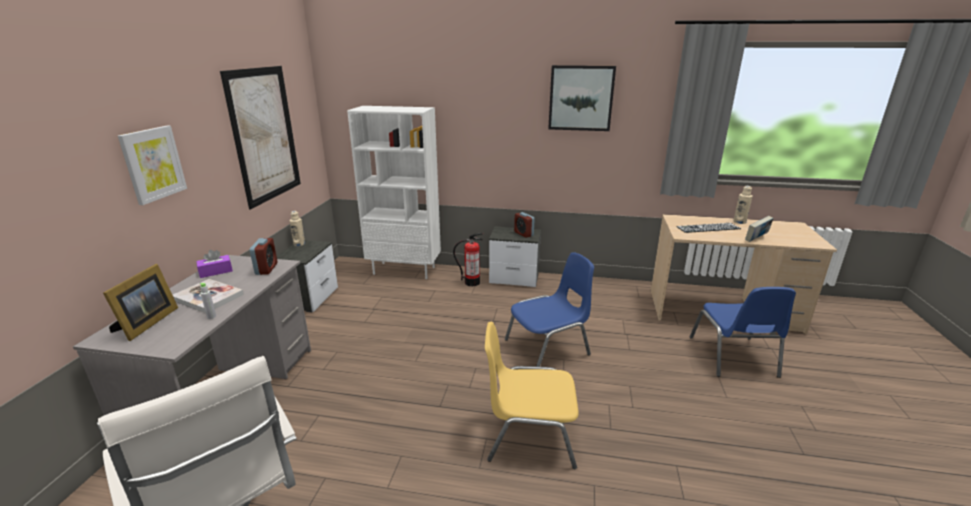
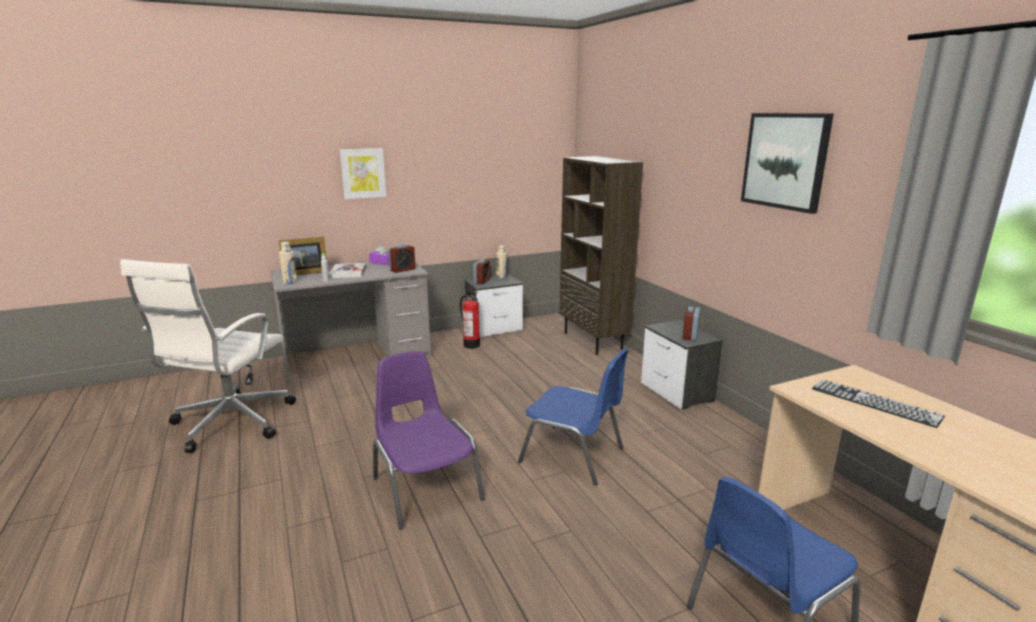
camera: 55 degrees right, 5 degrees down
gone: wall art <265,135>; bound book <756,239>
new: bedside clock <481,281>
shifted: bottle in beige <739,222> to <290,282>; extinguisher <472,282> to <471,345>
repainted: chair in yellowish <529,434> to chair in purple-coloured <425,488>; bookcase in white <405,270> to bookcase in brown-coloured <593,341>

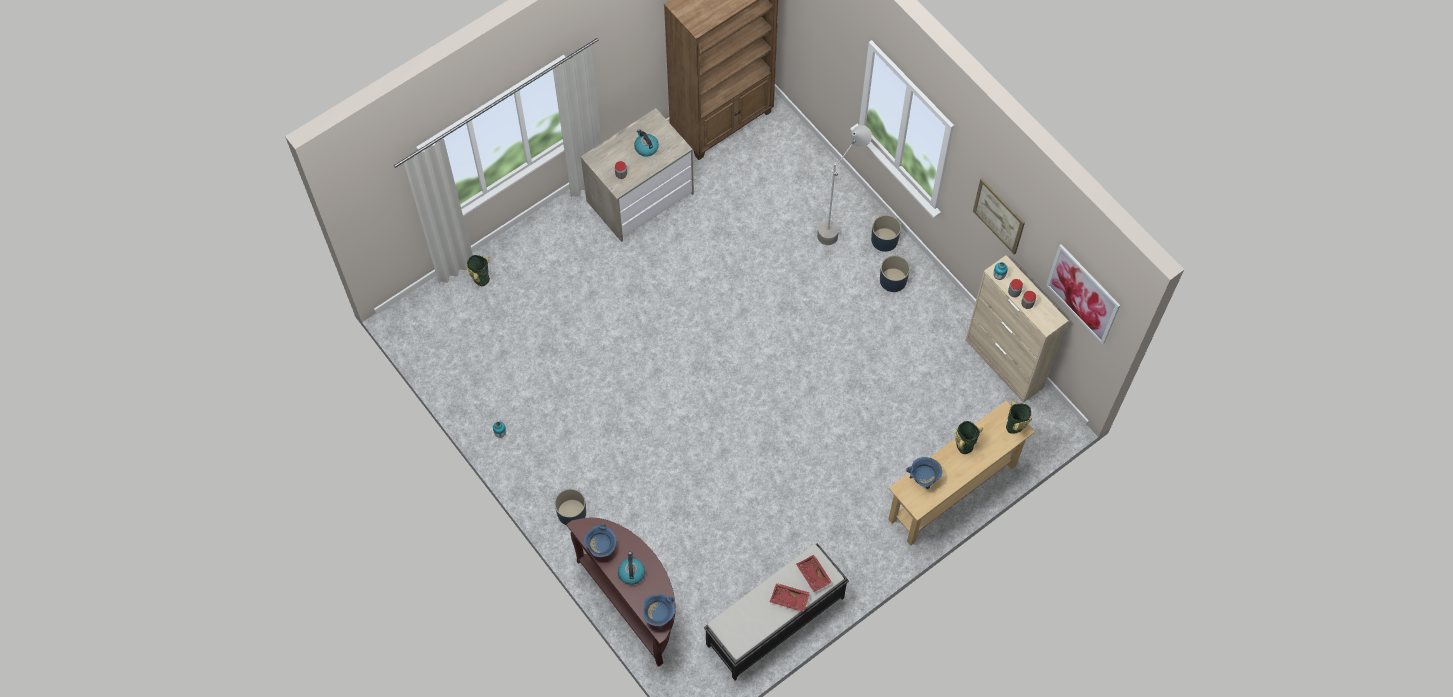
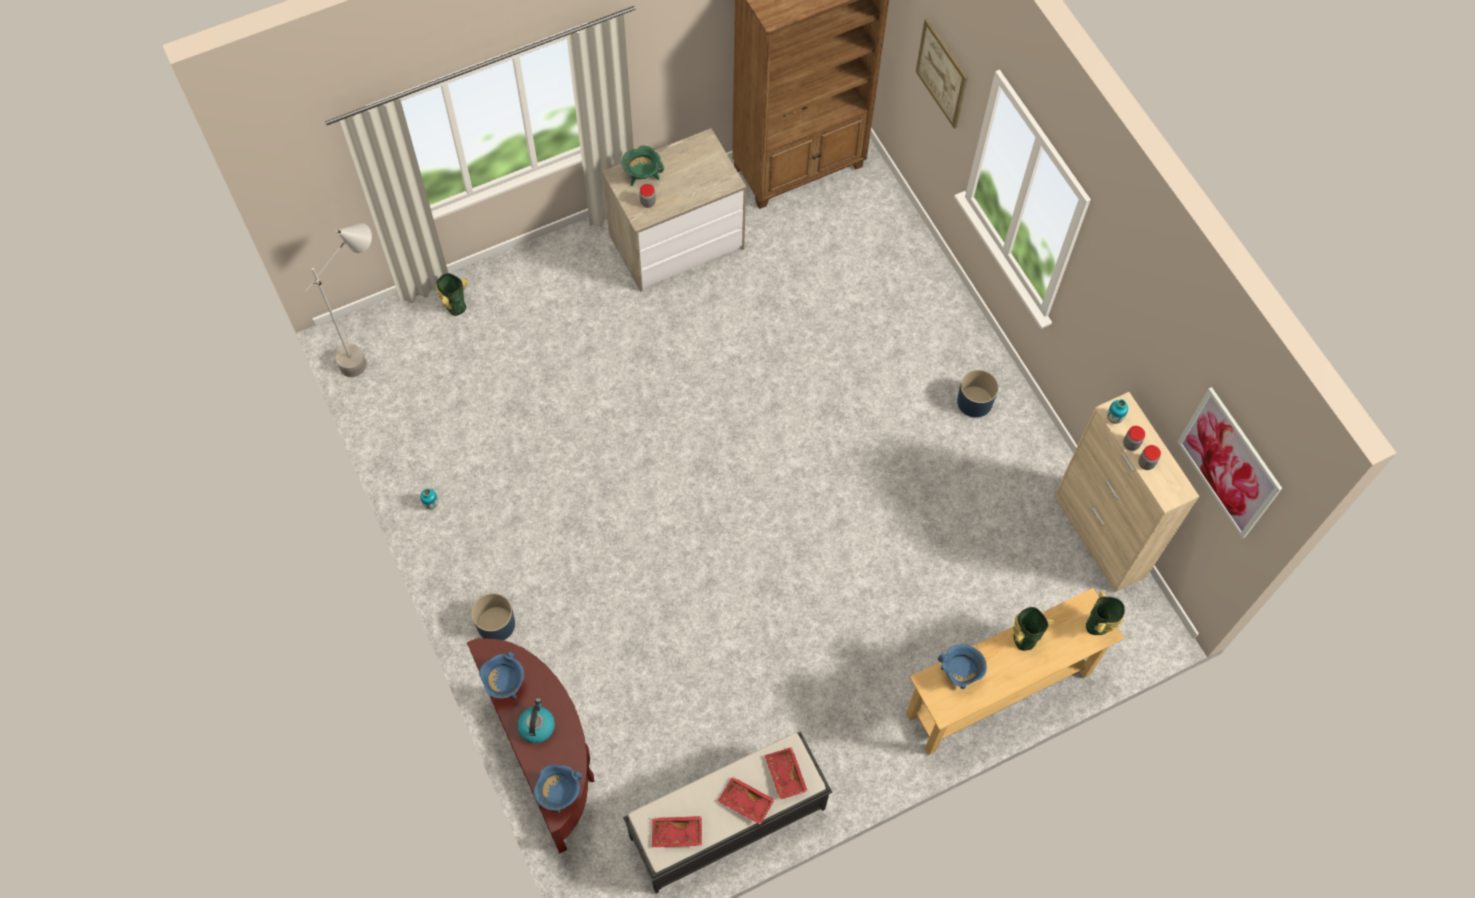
camera: 10 degrees right, 0 degrees up
gone: tea kettle <646,147>; flower pot in blue-coloured <884,240>
new: stockpot in green <642,176>; tray in red-coloured <676,834>
shifted: standing lamp in grey <838,224> to <372,352>; wall art <999,216> to <942,73>

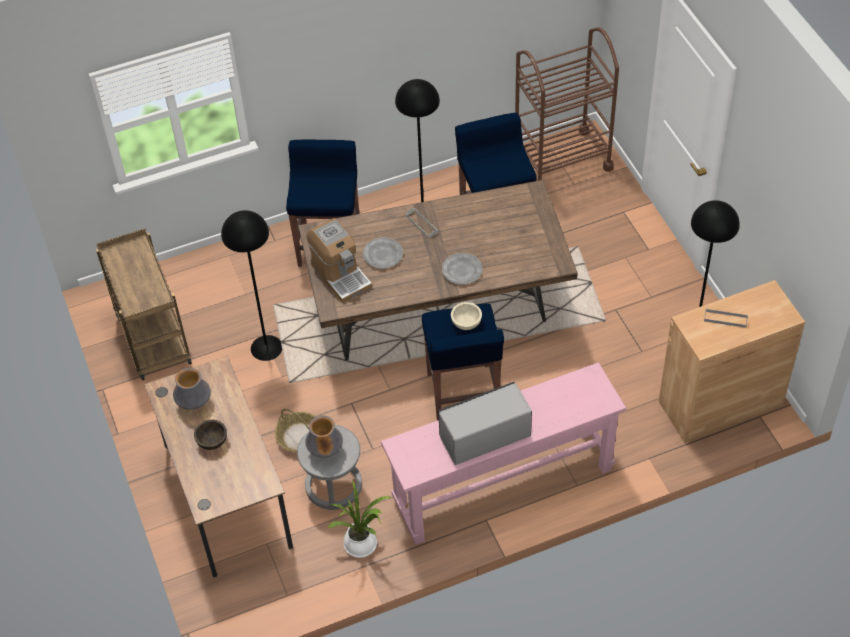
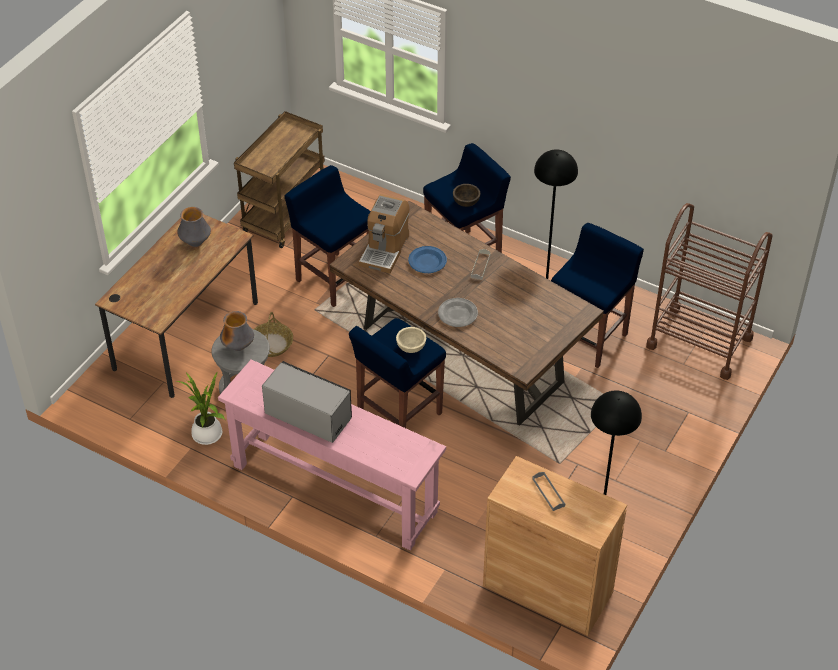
camera: 50 degrees right, 5 degrees down
shifted: serving bowl in brown-coloured <212,441> to <466,202>
swapped: standing lamp in black <266,347> to sitting stool in blue-coloured <334,278>
repainted: dinner plate in grey <383,255> to dinner plate in blue-coloured <427,262>

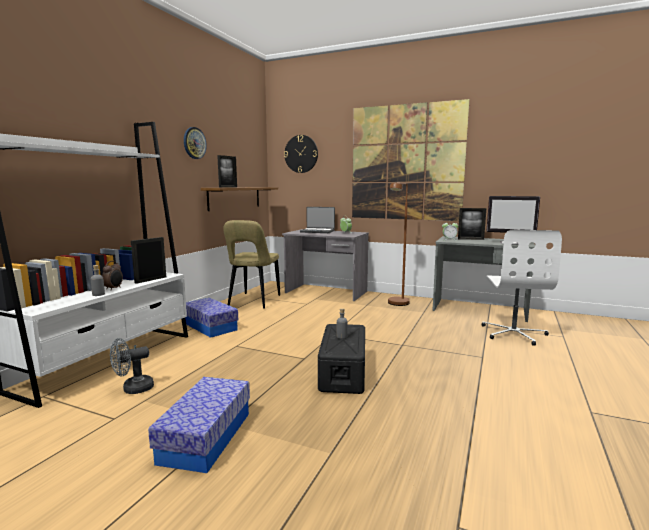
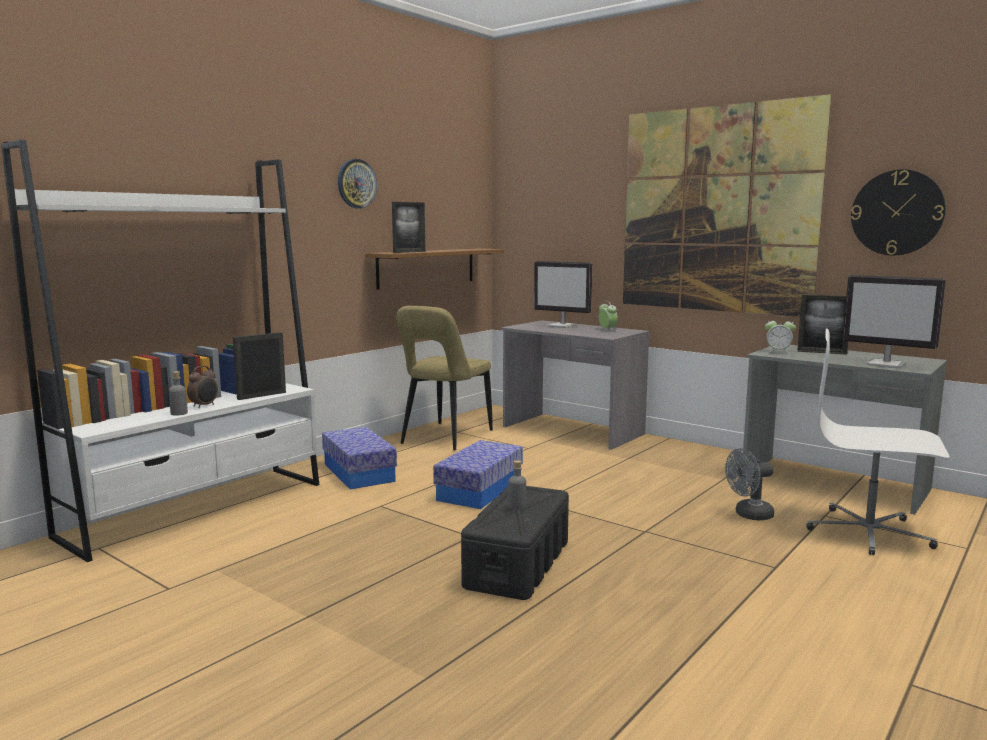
camera: 15 degrees right, 0 degrees up
gone: standing lamp in brown-coloured <397,304>
shifted: storage box <206,437> to <480,490>; cooling fan in grey <133,389> to <748,515>; clock on the wall <301,154> to <897,212>
swapped: portable computer <317,231> to monitor <562,326>
rotated: computer chair in white <513,333> = <869,532> 90 degrees clockwise

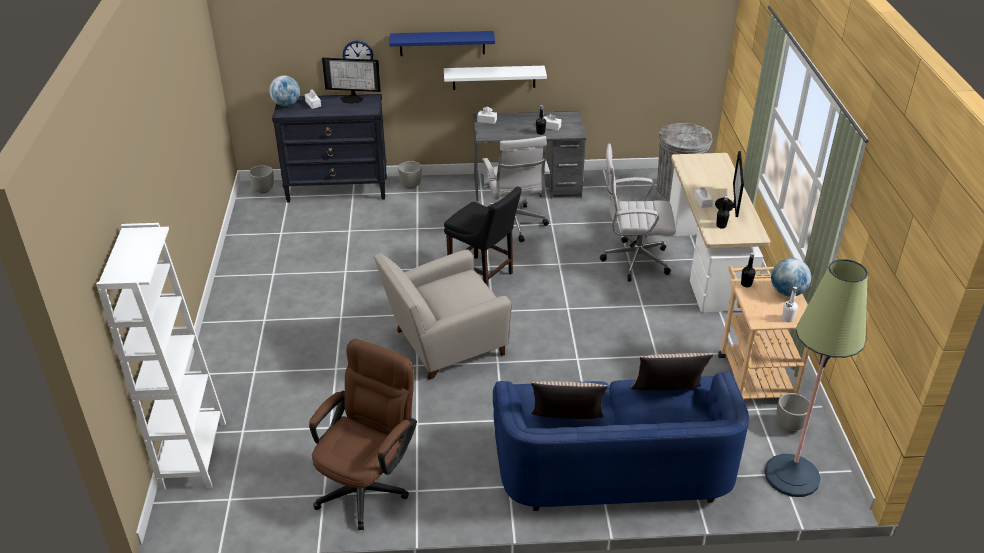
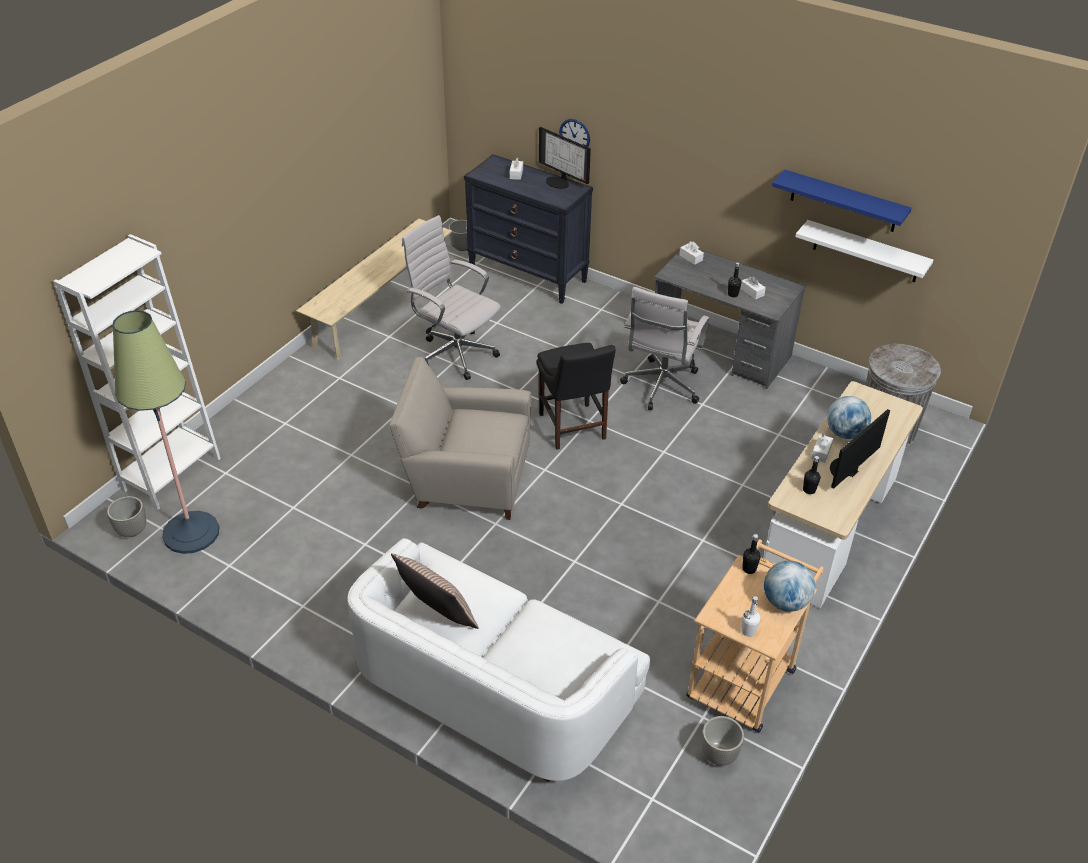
camera: 35 degrees right, 5 degrees up
gone: computer chair in brown-coloured <368,484>; cushion <667,395>
new: indoor bench in beige <381,308>
shifted: flower pot <411,185> to <132,530>; standing lamp <792,476> to <191,533>; computer chair in white <632,261> to <454,353>; bracket shelf in blue-coloured <442,43> to <844,201>; bracket shelf in white <494,77> to <866,252>; world globe <286,104> to <844,433>
repainted: couch in blue-coloured <613,466> to couch in white <493,687>

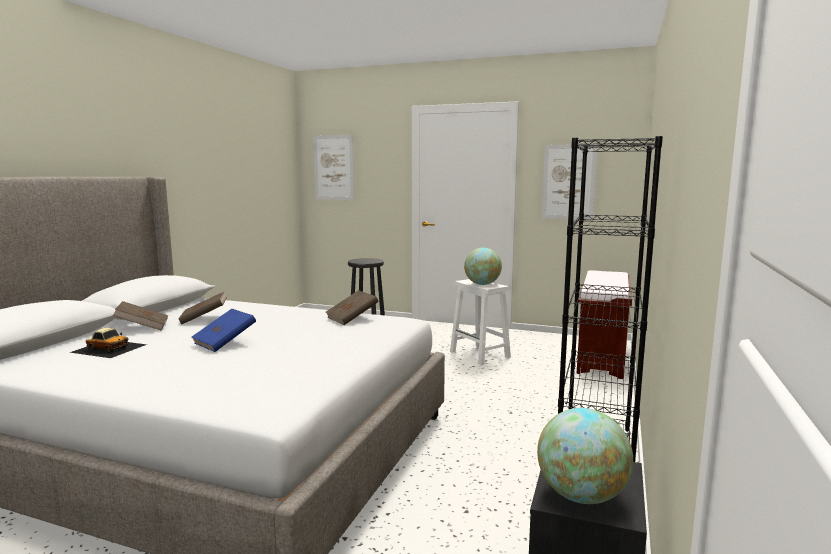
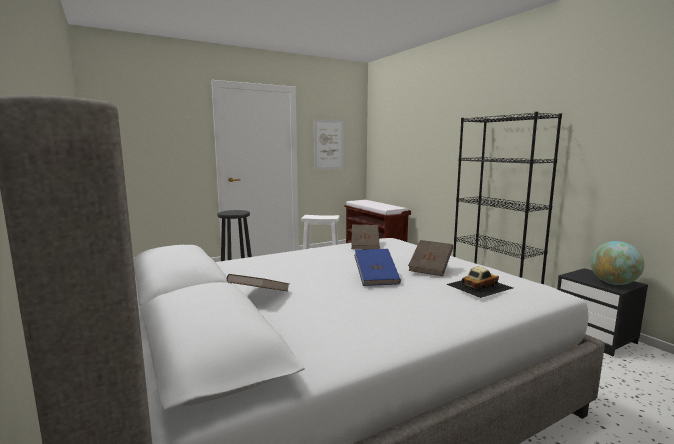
camera: 50 degrees left, 0 degrees up
gone: wall art <333,167>; world globe <482,284>
shifted: bound book in brown-coloured <204,319> to <430,268>; model car <109,348> to <479,286>

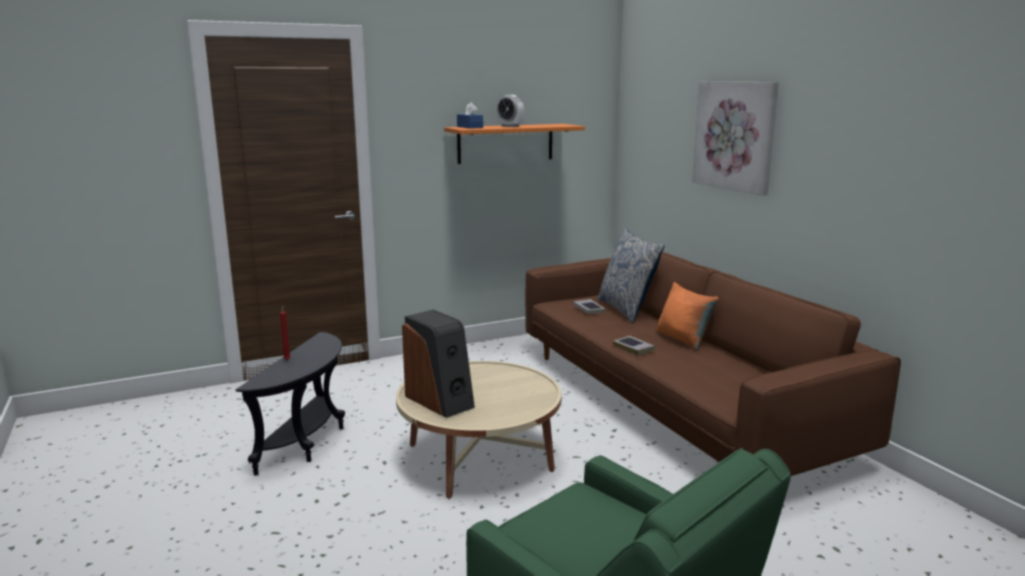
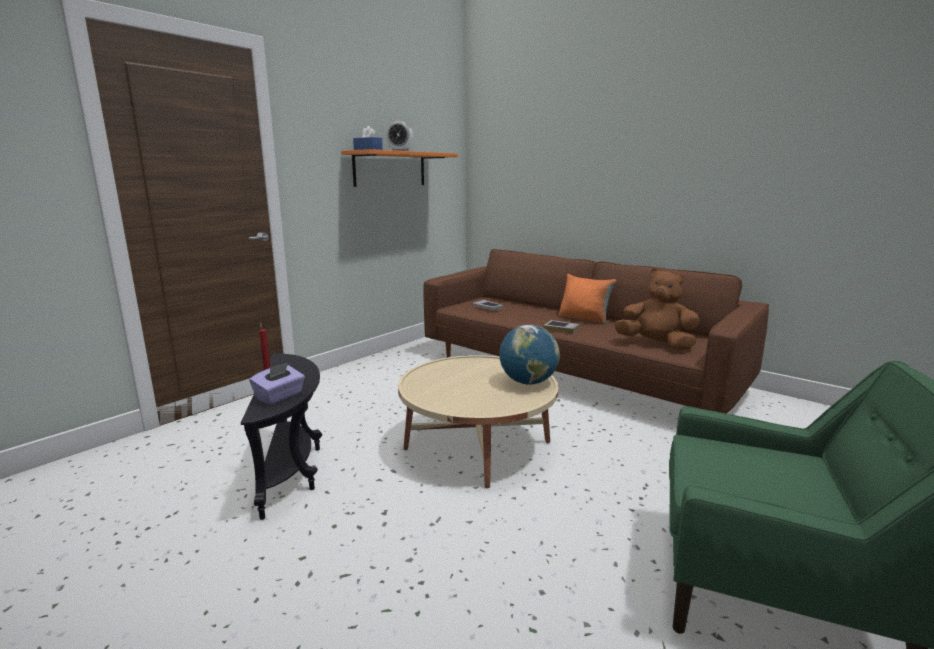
camera: 25 degrees left, 0 degrees up
gone: loudspeaker <440,401>; cushion <627,309>; wall art <735,136>
new: box of tissues in purple-coloured <280,396>; world globe <528,382>; plush toy in brown-coloured <656,345>

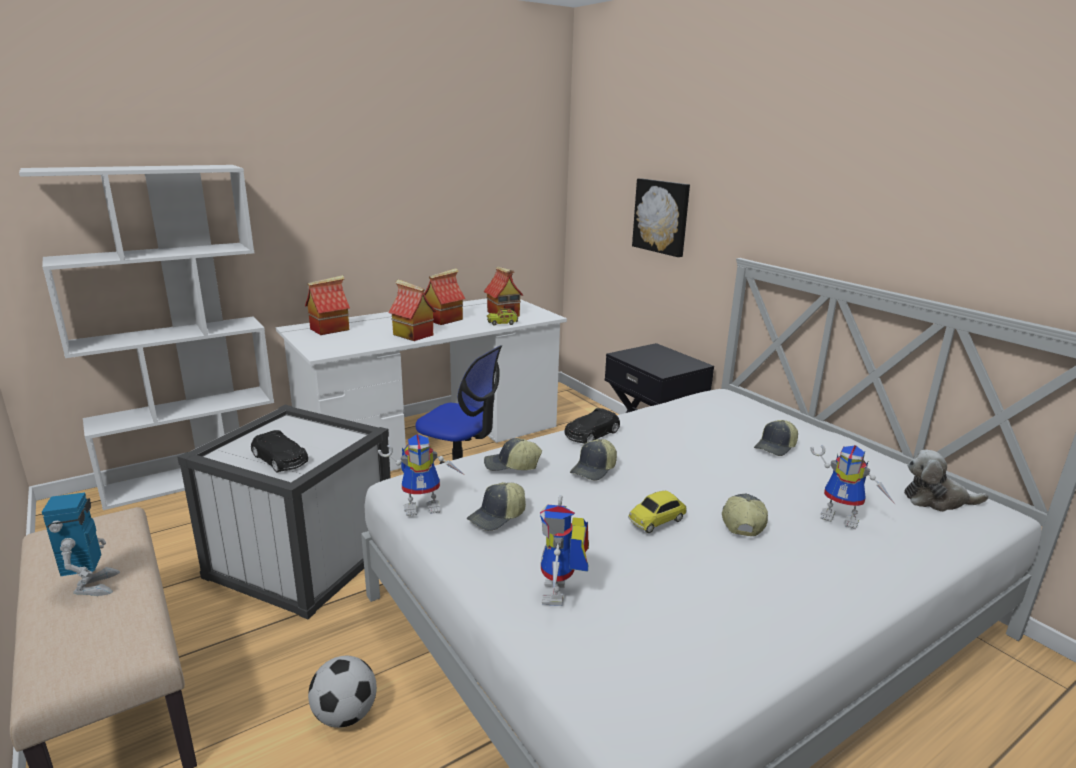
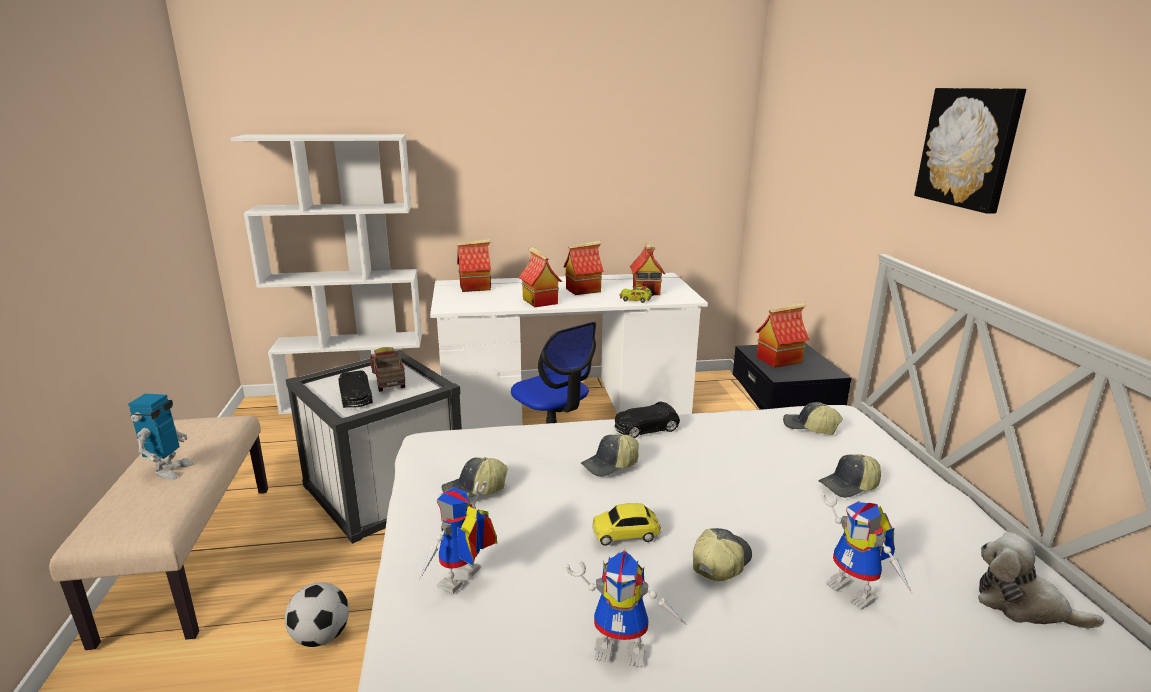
camera: 25 degrees right, 0 degrees up
new: toy truck <387,380>; miniature house <779,359>
shifted: toy robot <425,506> to <624,648>; peaked cap <511,466> to <809,427>; wall art <662,216> to <970,147>

